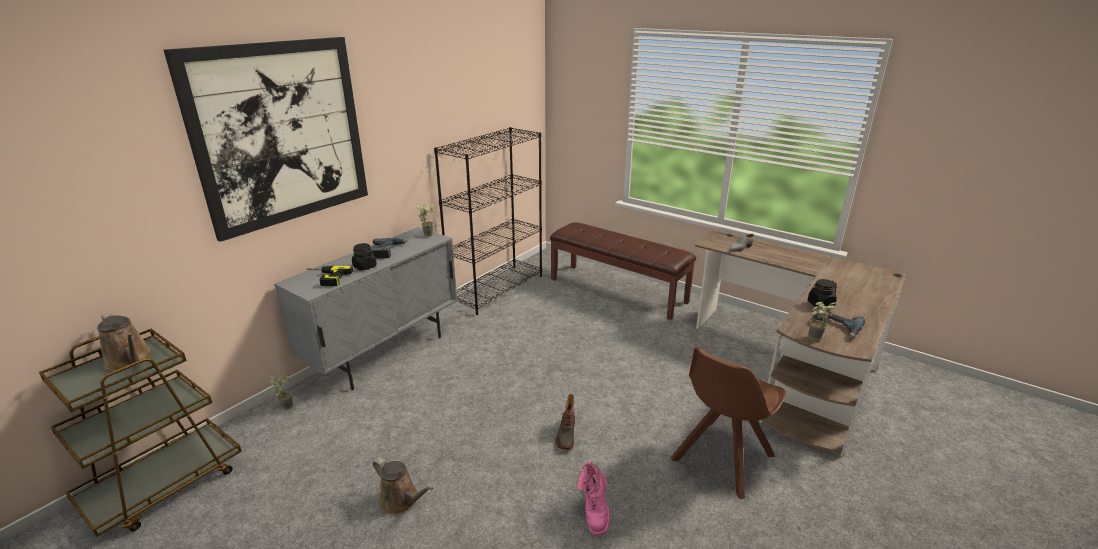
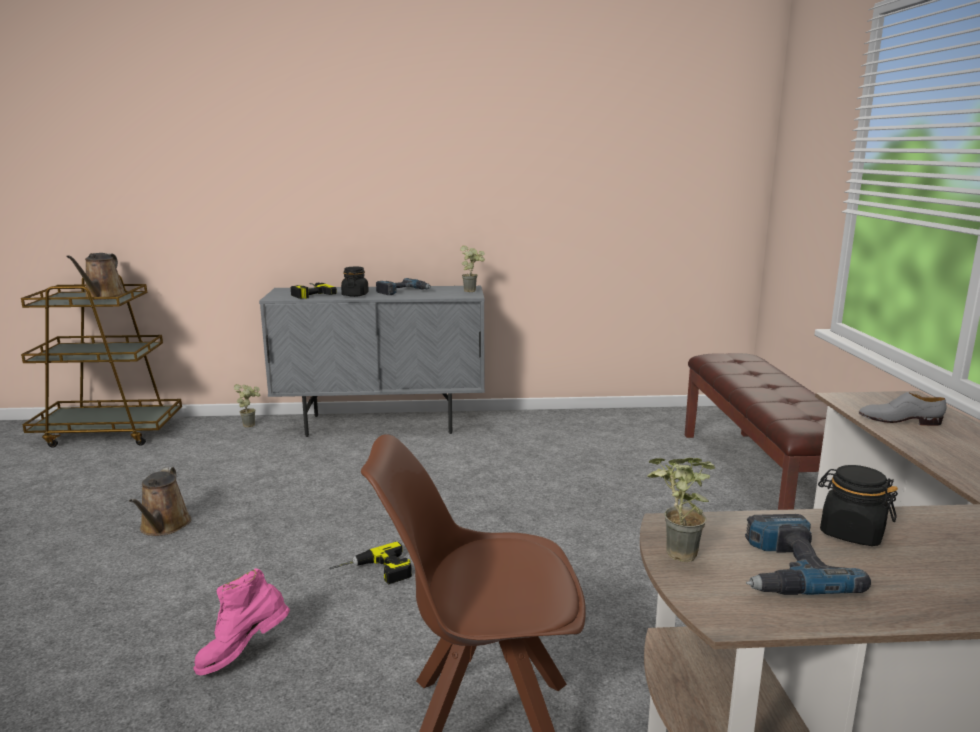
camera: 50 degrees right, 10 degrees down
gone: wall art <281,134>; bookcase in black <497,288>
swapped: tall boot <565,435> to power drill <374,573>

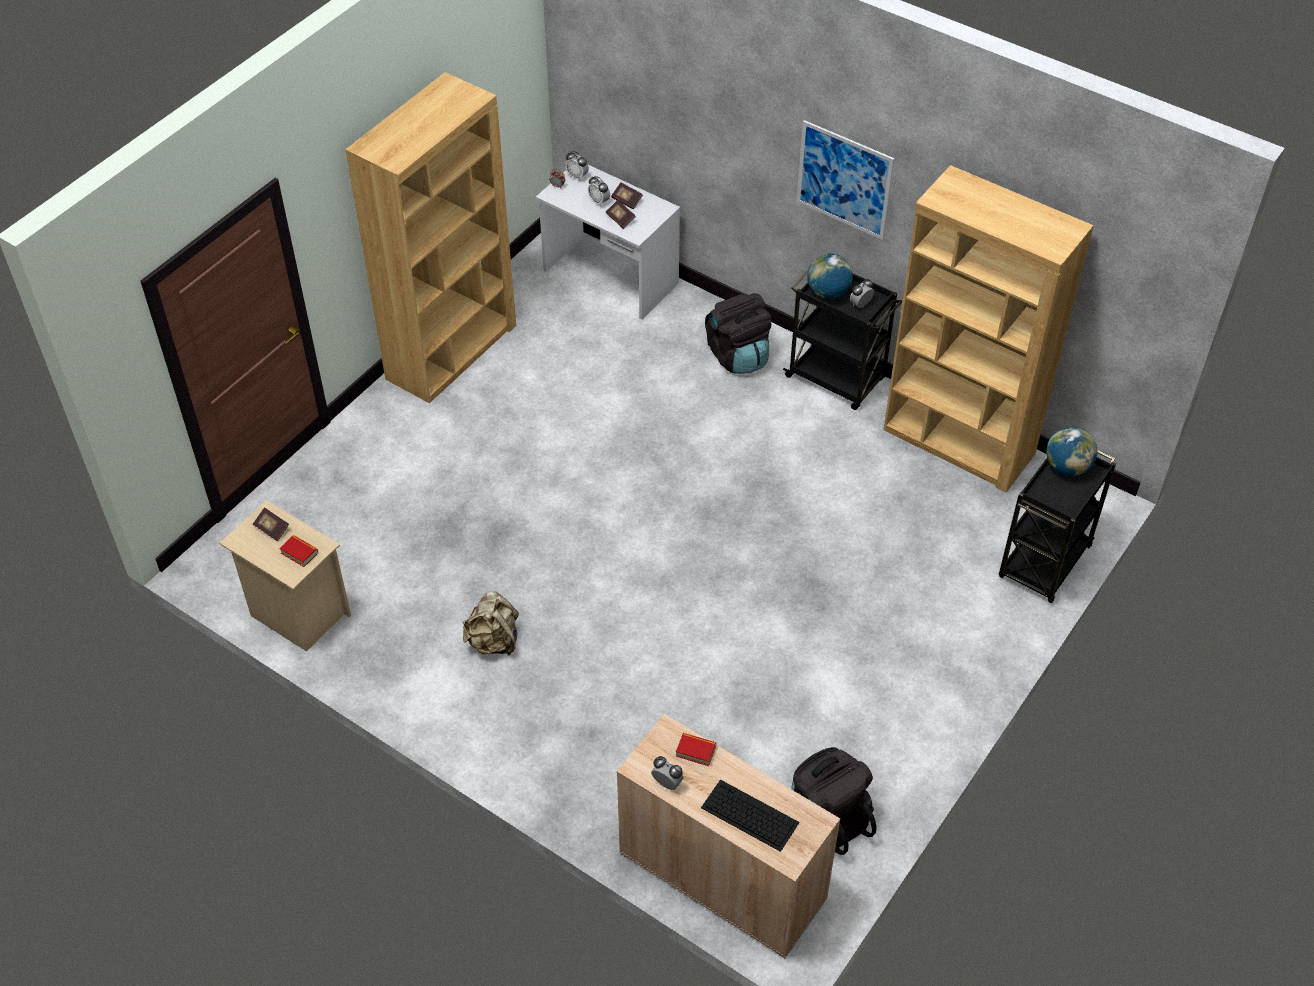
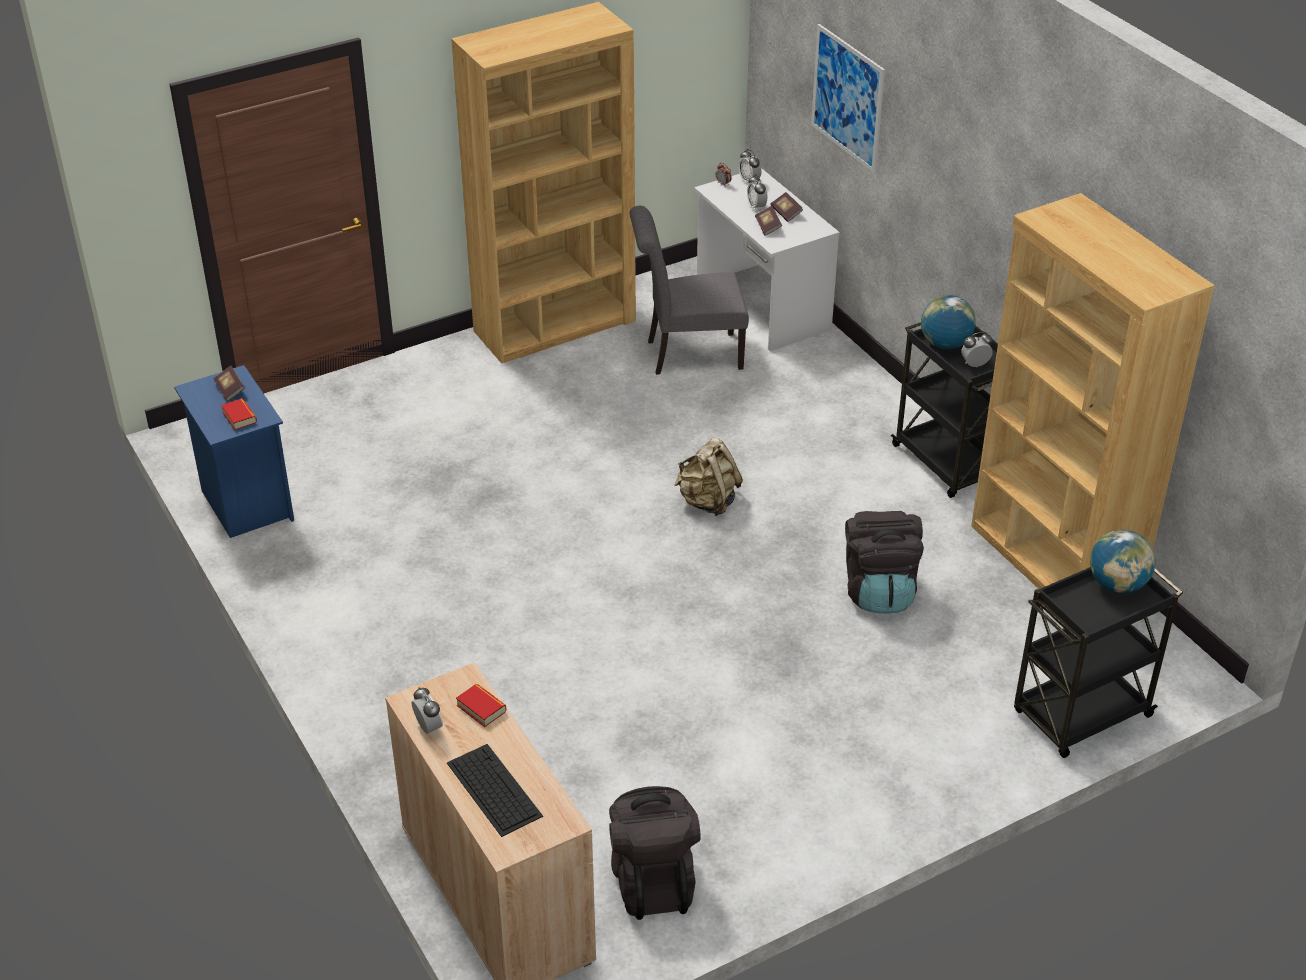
camera: 25 degrees right, 10 degrees down
new: chair in grey <687,354>
shifted: rucksack in beige <493,641> to <708,501>; wall art <844,180> to <847,98>; rucksack in black <738,355> to <879,591>
repainted: nightstand in beige <297,614> to nightstand in blue-coloured <245,503>

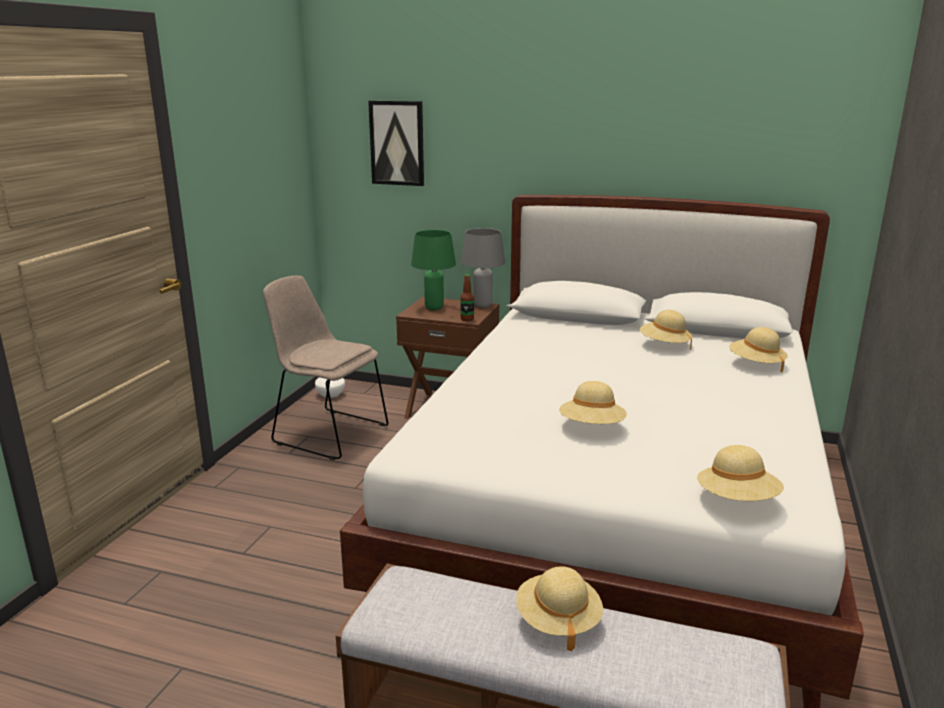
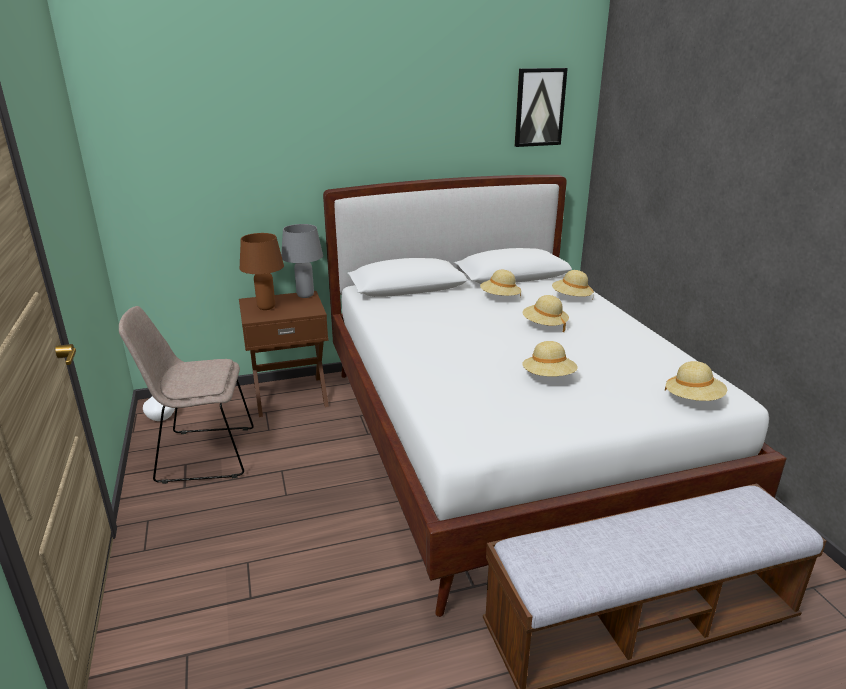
camera: 35 degrees left, 5 degrees up
gone: bottle <467,319>
shifted: wall art <397,143> to <539,107>; hat in beige <558,620> to <544,325>
repainted: table lamp in green <434,308> to table lamp in brown-coloured <266,307>

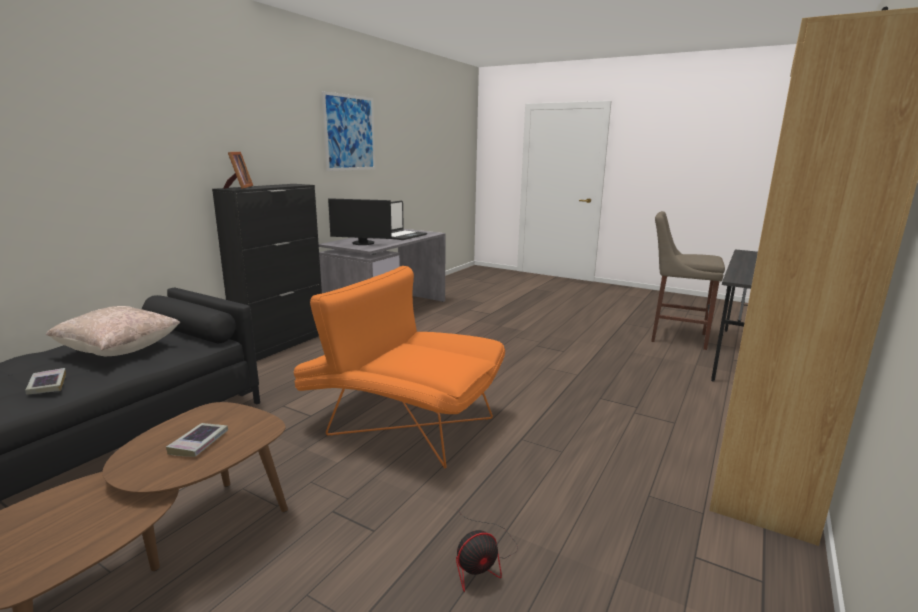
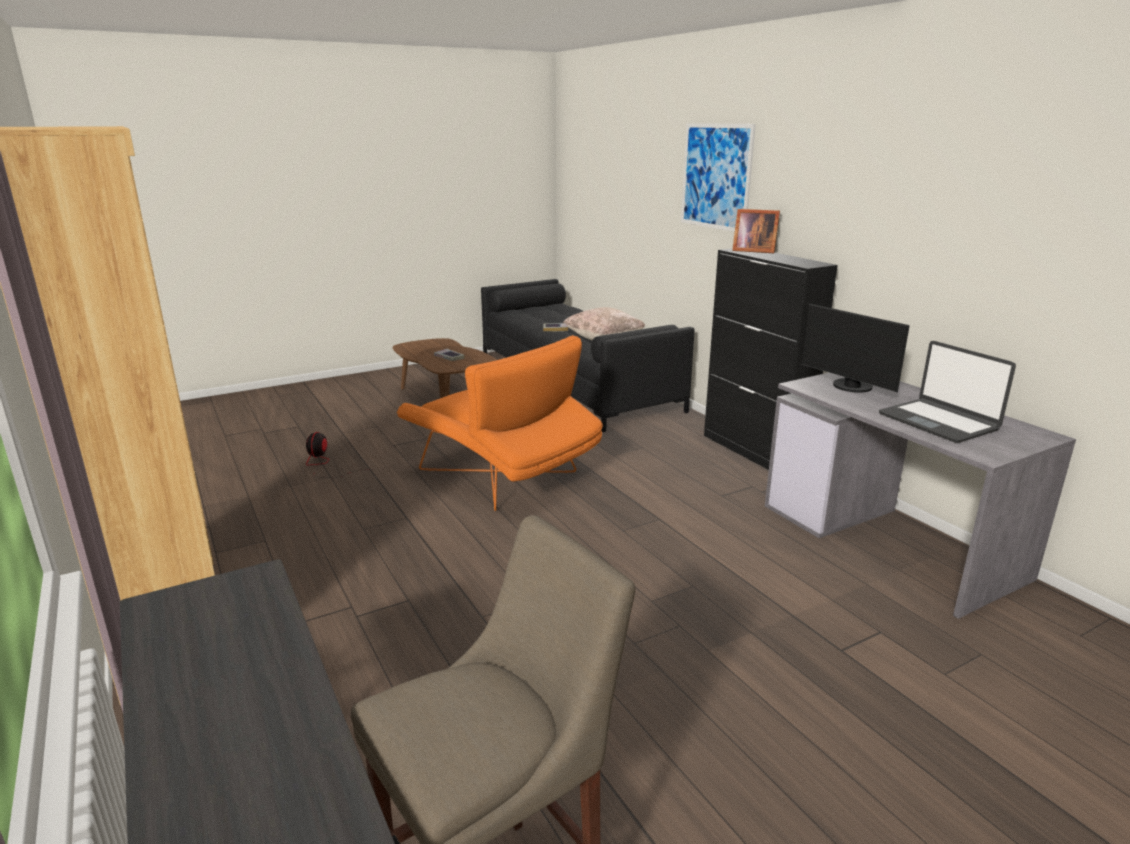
camera: 120 degrees right, 5 degrees up
shifted: wall art <350,133> to <716,176>
rotated: armchair in orangey <402,421> = <503,476> 75 degrees clockwise; monitor <362,243> = <850,387> 75 degrees counterclockwise

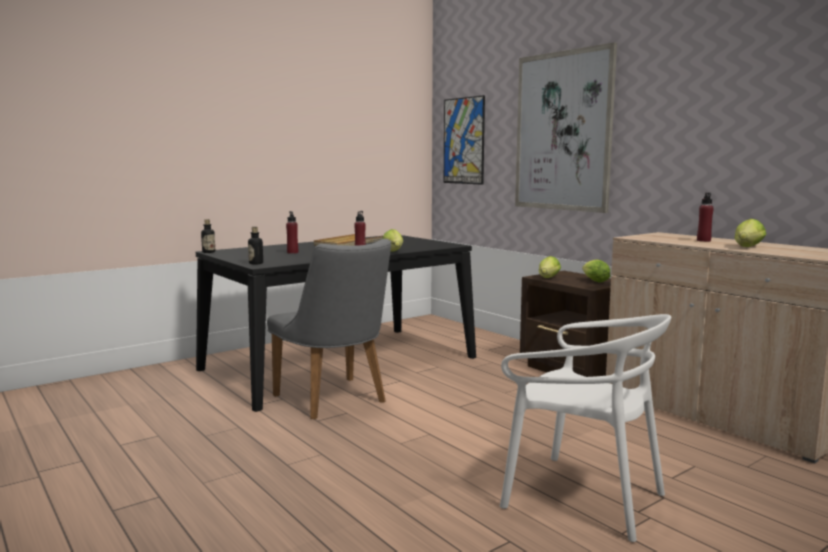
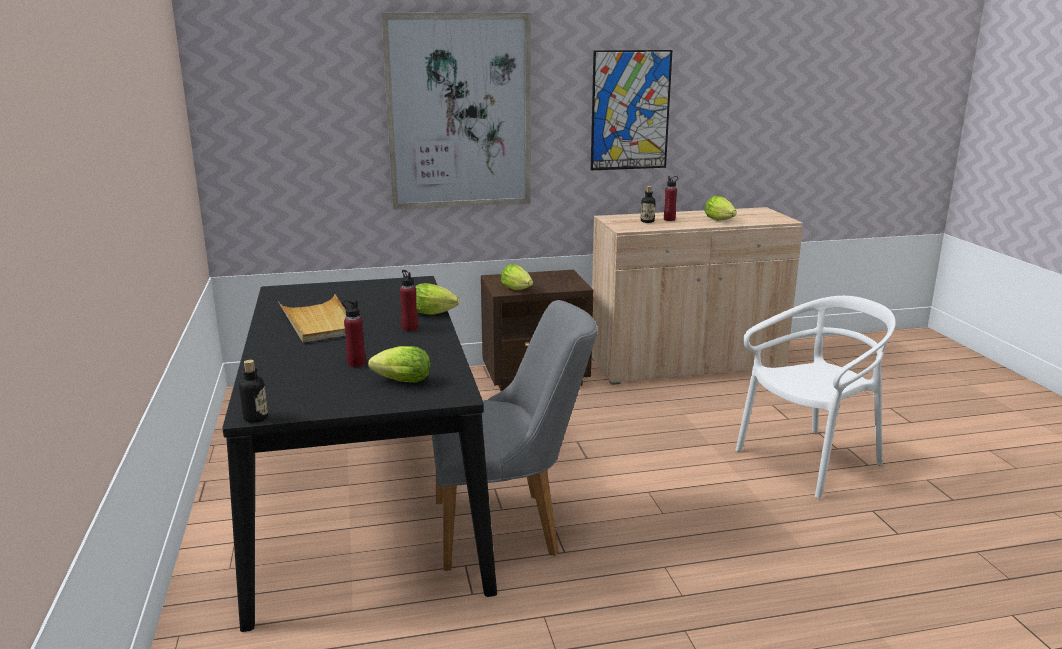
camera: 65 degrees left, 10 degrees up
shifted: lettuce <593,281> to <399,381>; wall art <463,141> to <630,110>; bottle <256,263> to <647,221>

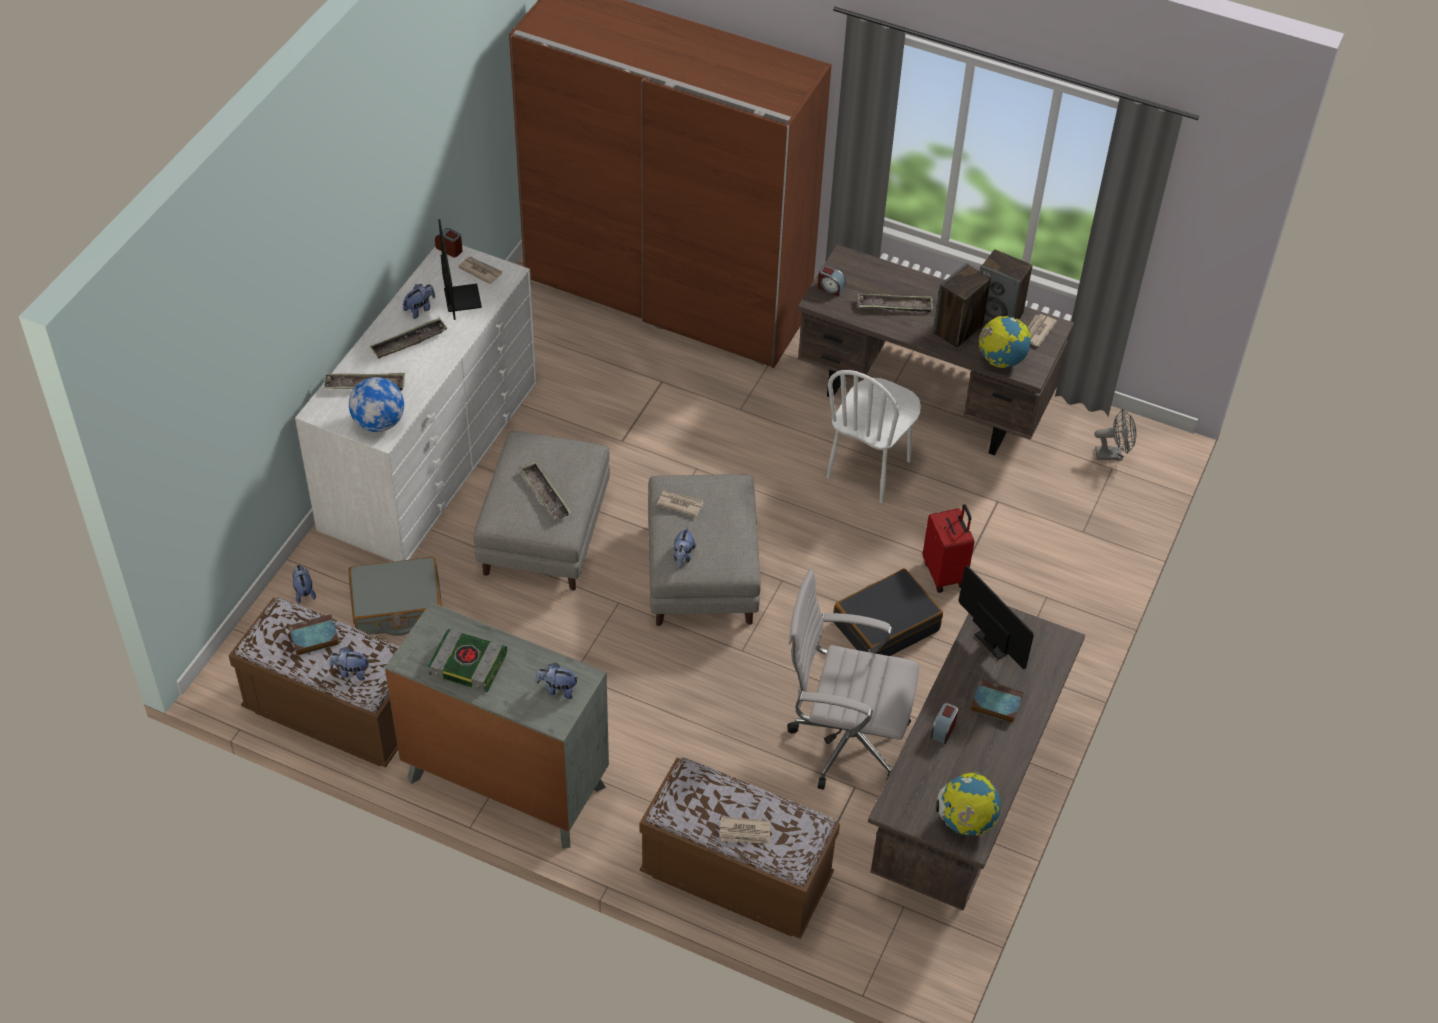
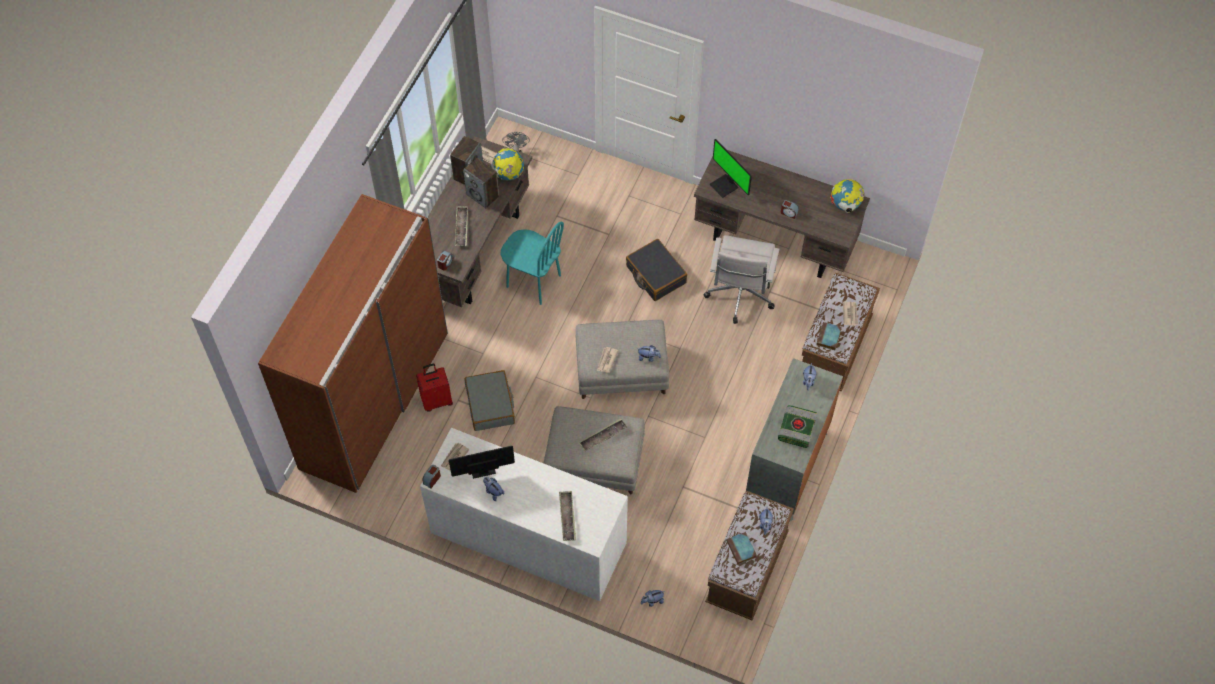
camera: 90 degrees left, 10 degrees up
gone: world globe <379,423>; tray <409,342>
shifted: suitcase in red-coloured <945,574> to <436,400>; suitcase in grey <397,606> to <490,405>; bound book <995,703> to <828,338>
repainted: chair in white <869,469> to chair in turquoise <533,281>
rotated: monitor <997,640> = <725,186> 90 degrees counterclockwise

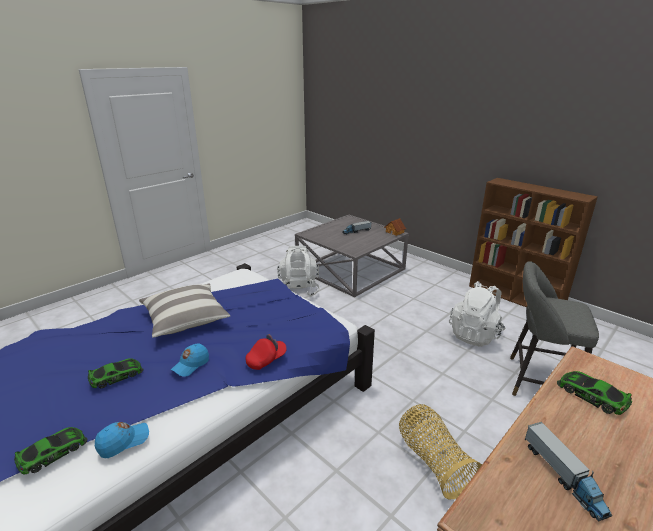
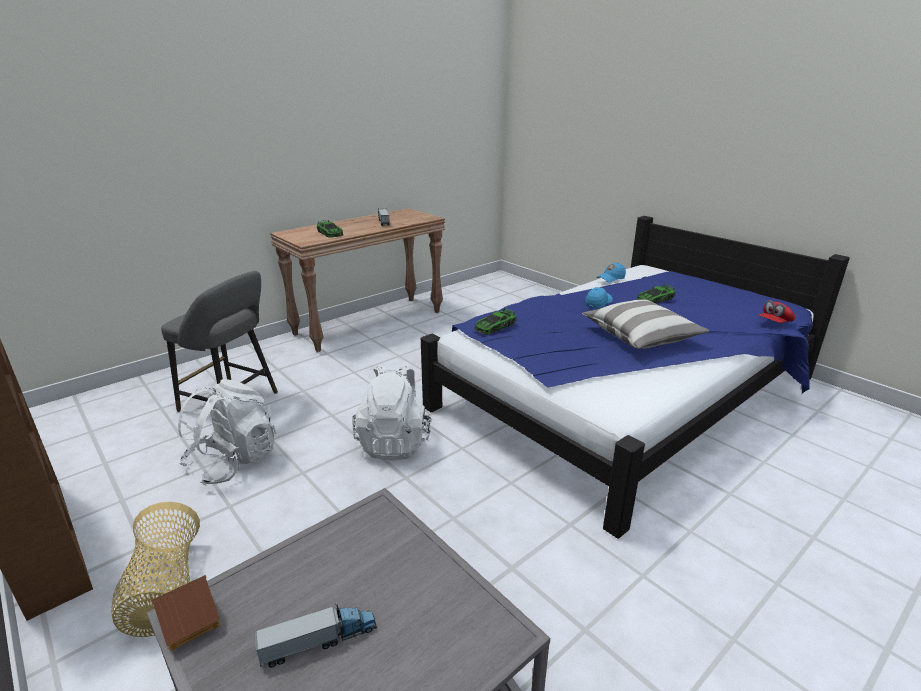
camera: 175 degrees left, 0 degrees up
shifted: household basket <433,462> to <165,591>; rucksack in white <298,290> to <394,442>; model car <53,452> to <495,326>; peaked cap in red-coloured <266,360> to <774,323>

